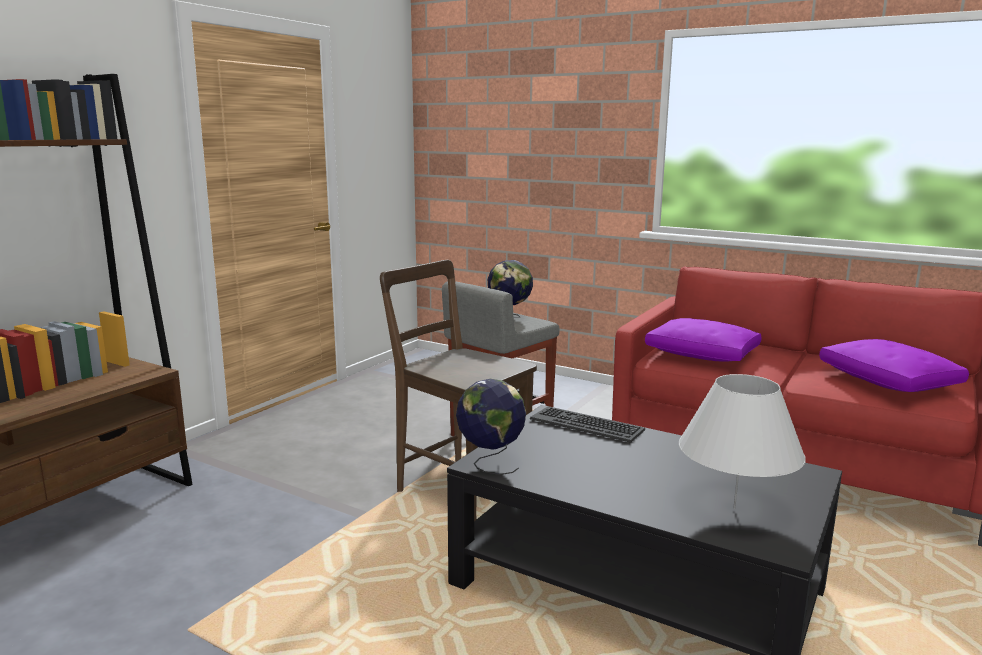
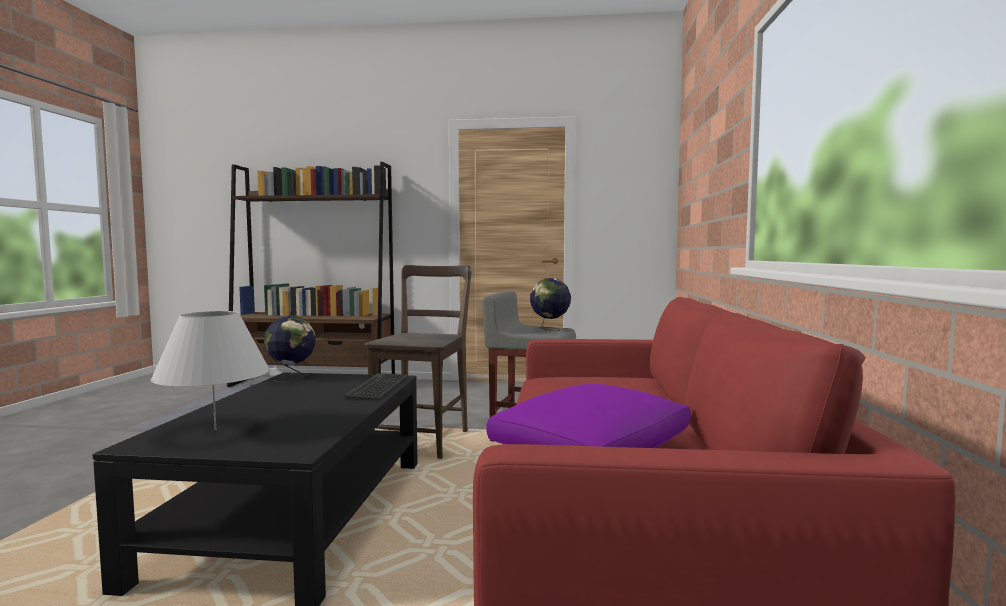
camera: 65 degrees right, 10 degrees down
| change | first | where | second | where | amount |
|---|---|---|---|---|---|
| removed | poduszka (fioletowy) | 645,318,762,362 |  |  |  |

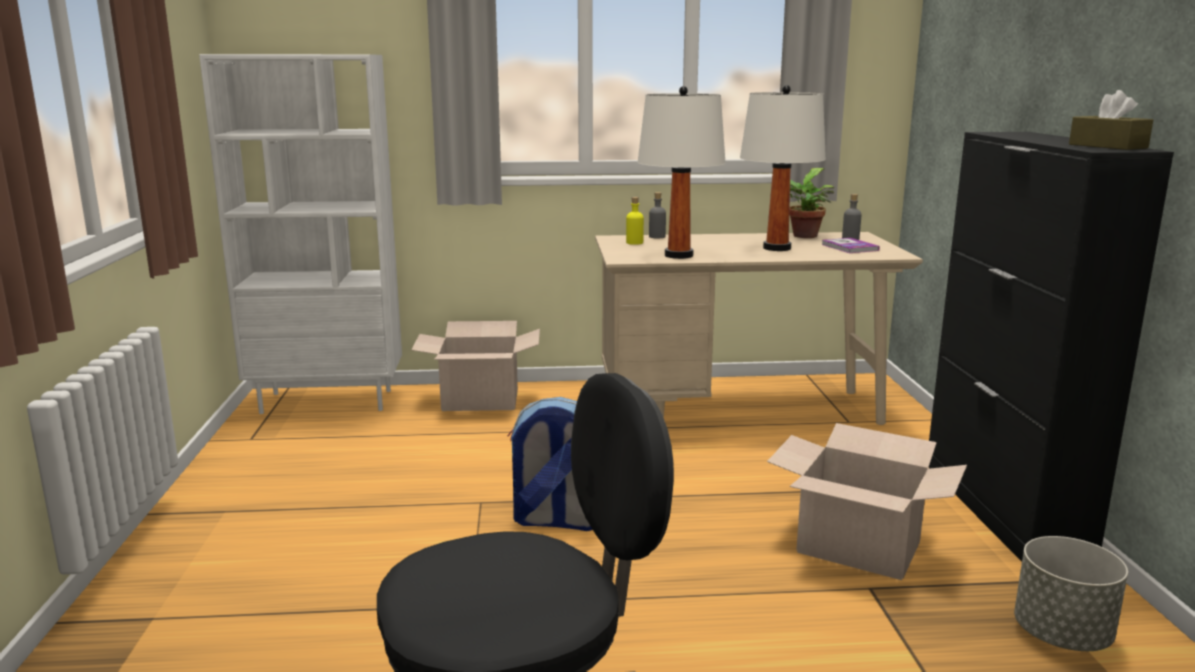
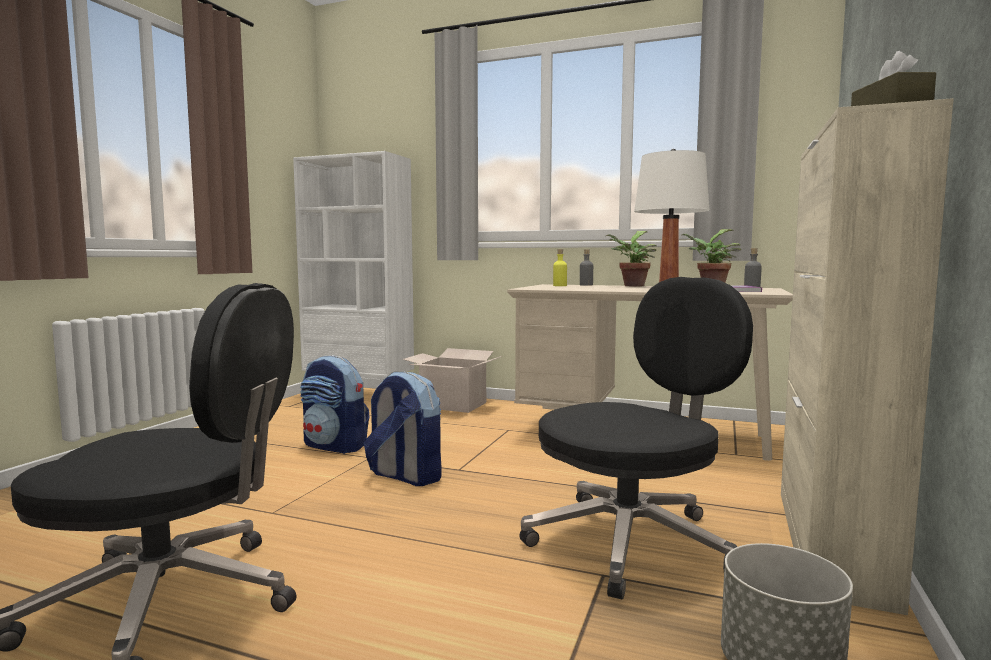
camera: 25 degrees right, 10 degrees down
| change | first | where | second | where | amount |
|---|---|---|---|---|---|
| added |  |  | plecak | 300,355,369,454 |  |
| replaced | karton | 767,423,967,580 | krzesło biurowe (czarny) | 519,277,753,600 |  |
| added |  |  | roślina doniczkowa | 606,231,656,287 |  |
| recoloured | szafka (czarny) | 929,132,1174,561 | szafka (beżowy) | 781,98,954,615 |  |
| removed | lampa stołowa (biały) | 638,86,726,259 |  |  |  |

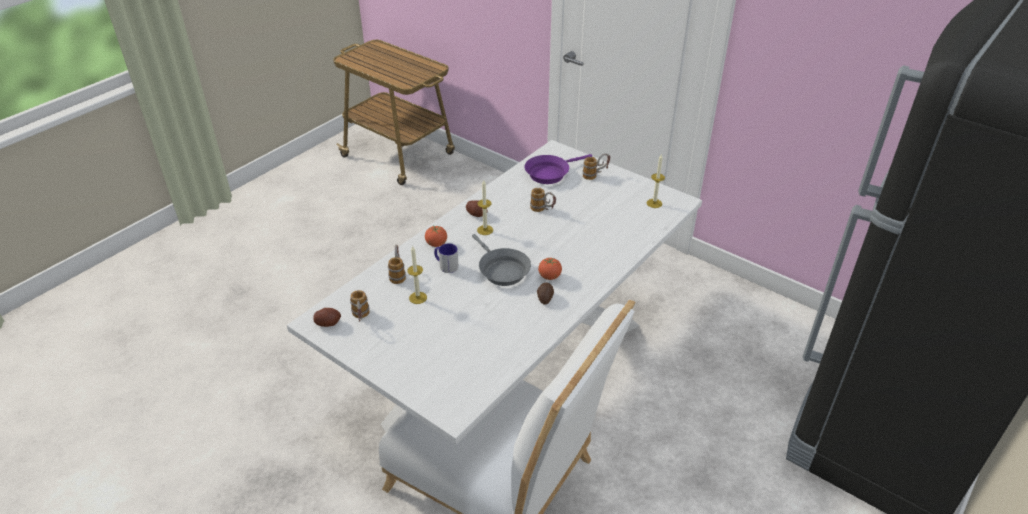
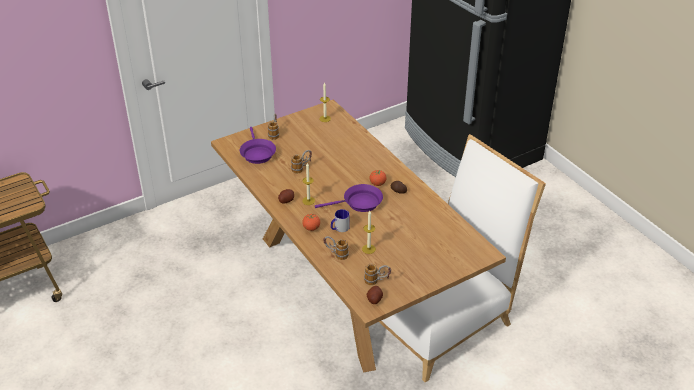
camera: 70 degrees left, 0 degrees up
| change | first | where | second | where | amount |
|---|---|---|---|---|---|
| recoloured | stół jadalny (biały) | 287,140,702,444 | stół jadalny (brązowy) | 211,100,506,372 |  |
| recoloured | patelnia (szary) | 472,234,531,286 | patelnia (fioletowy) | 315,184,383,212 |  |

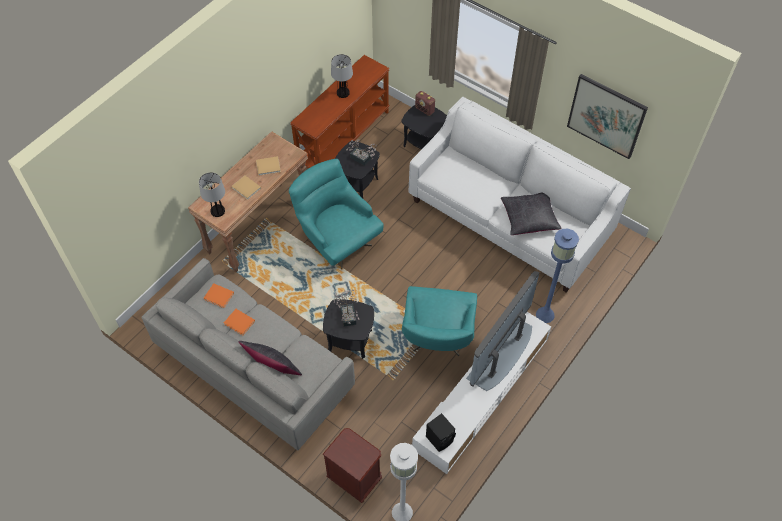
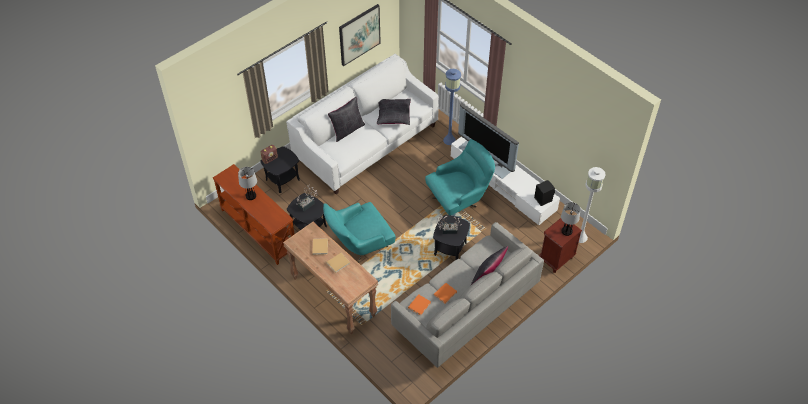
camera: 80 degrees left, 5 degrees down
| change | first | where | second | where | amount |
|---|---|---|---|---|---|
| added |  |  | poduszka (czarny) | 328,97,365,142 |  |
| turned | fotel (turkusowy) | 402,286,477,356 |  | 425,139,495,215 | 45 degrees counterclockwise |
| moved | lampa stołowa | 199,172,225,217 |  | 561,202,580,236 |  |

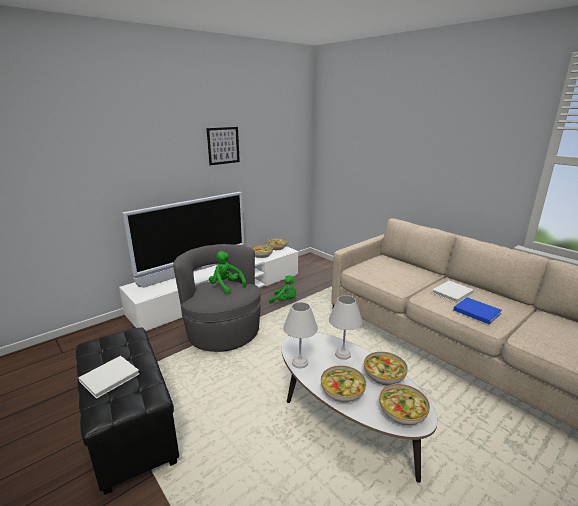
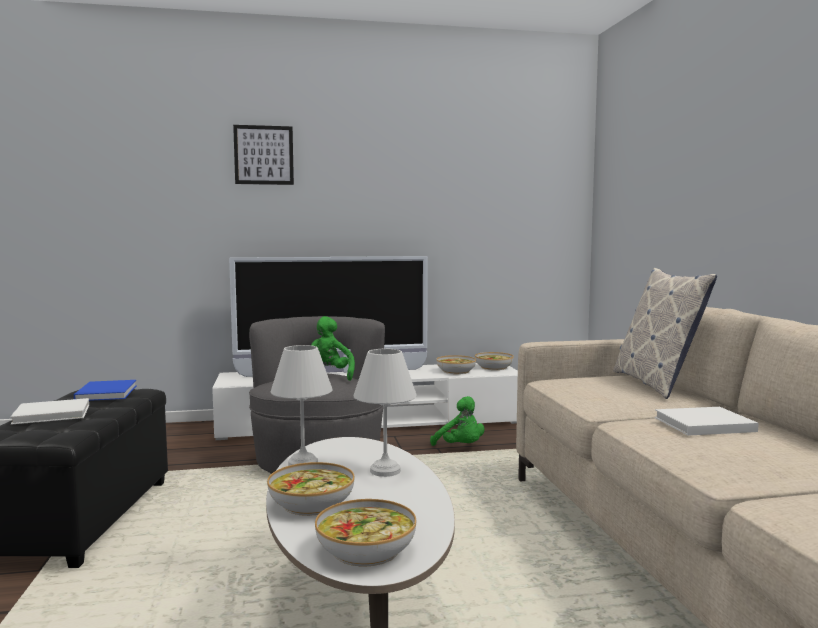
camera: 30 degrees right, 15 degrees down
| change | first | where | second | where | amount |
|---|---|---|---|---|---|
| moved | książka (niebieski) | 453,297,502,324 |  | 74,380,137,401 |  |
| moved | obraz | 206,127,240,165 |  | 233,125,294,185 |  |
| added |  |  | poduszka | 613,268,717,399 |  |
| removed | miska | 364,352,408,385 |  |  |  |

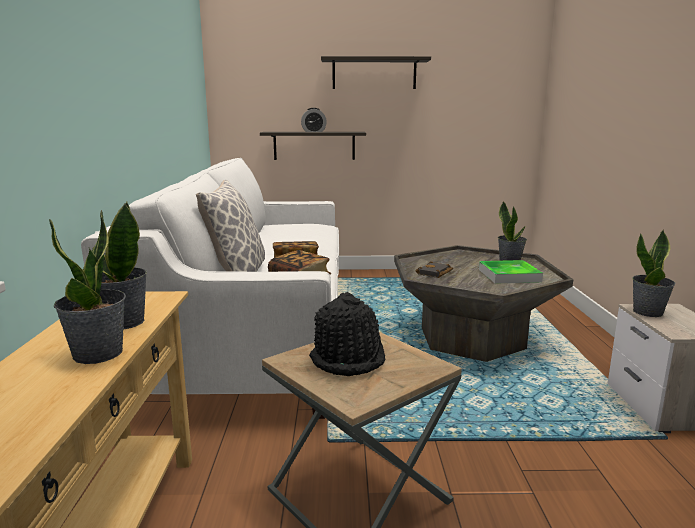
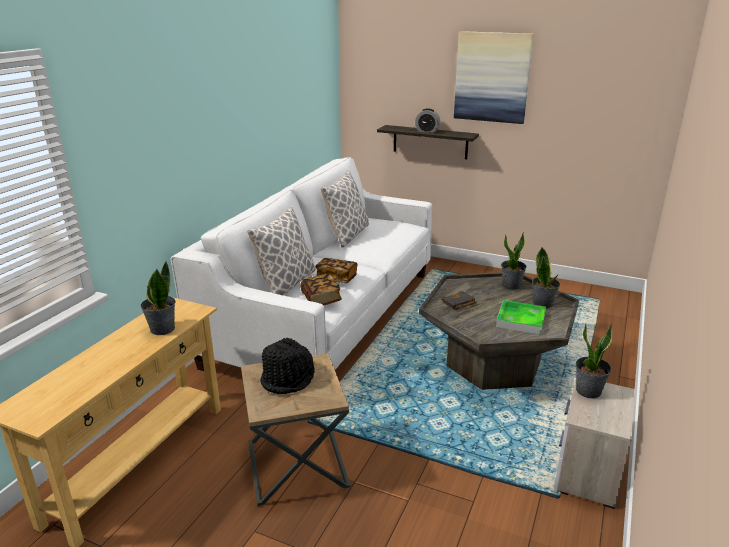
camera: 25 degrees right, 10 degrees up
| change | first | where | second | where | amount |
|---|---|---|---|---|---|
| added |  |  | poduszka | 320,170,369,248 |  |
| replaced | półka | 321,56,431,89 | obraz | 454,31,534,124 |  |
| moved | roślina doniczkowa | 49,210,126,364 |  | 501,232,527,290 |  |

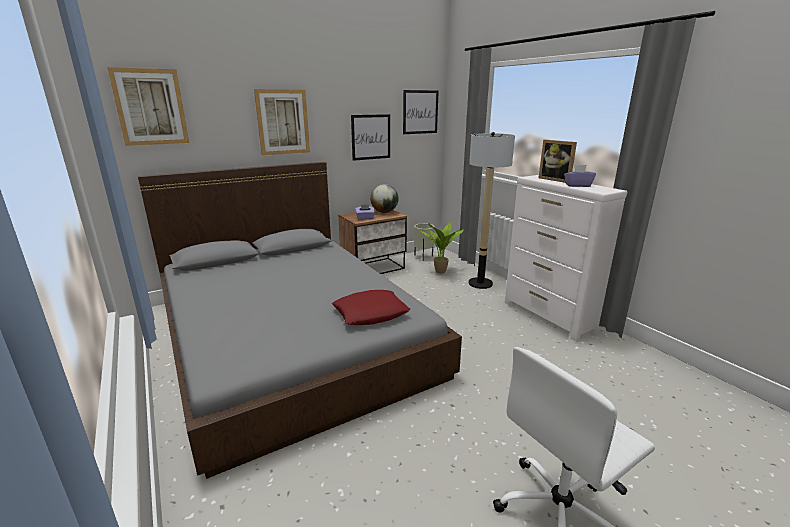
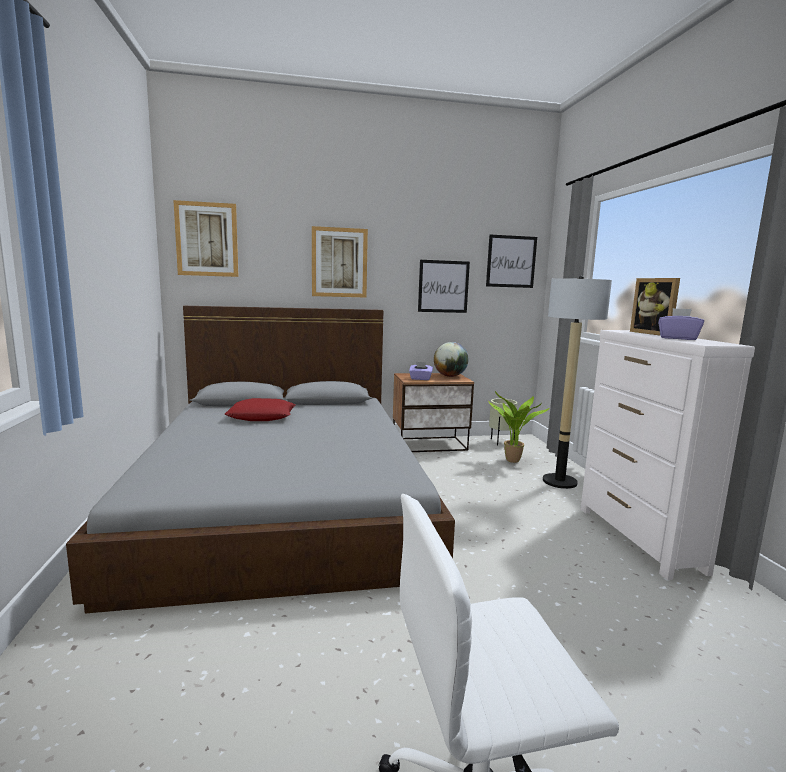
camera: 20 degrees right, 10 degrees down
| change | first | where | second | where | amount |
|---|---|---|---|---|---|
| moved | poduszka (czerwony) | 332,290,410,325 |  | 225,398,296,421 |  |

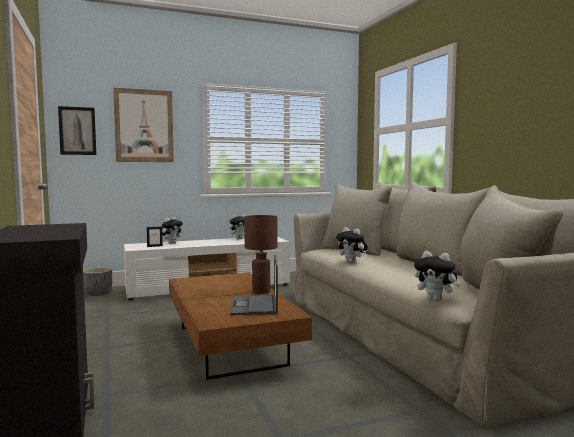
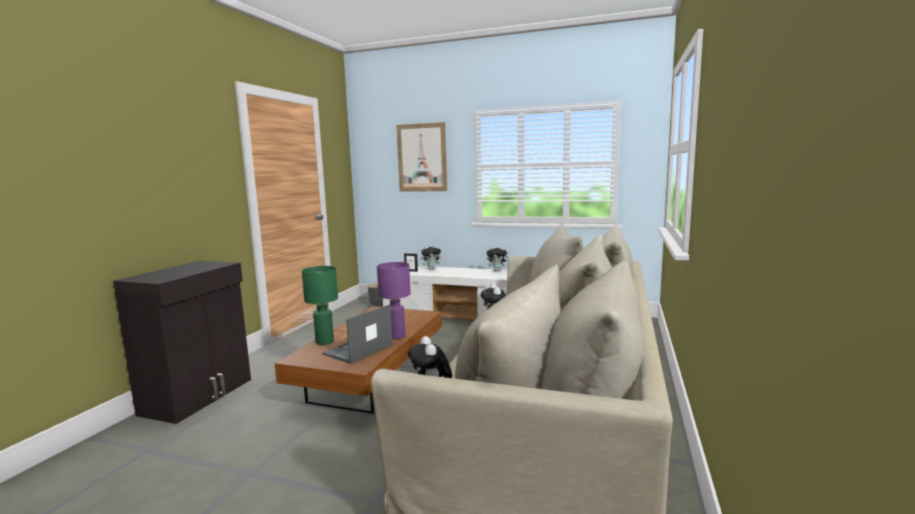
camera: 40 degrees right, 5 degrees up
| change | first | where | second | where | amount |
|---|---|---|---|---|---|
| added |  |  | lampa stołowa (zielony) | 302,266,338,345 |  |
| recoloured | lampa stołowa (brązowy) | 244,215,278,294 | lampa stołowa (fioletowy) | 377,262,411,339 |  |
| removed | obraz | 58,106,96,155 |  |  |  |

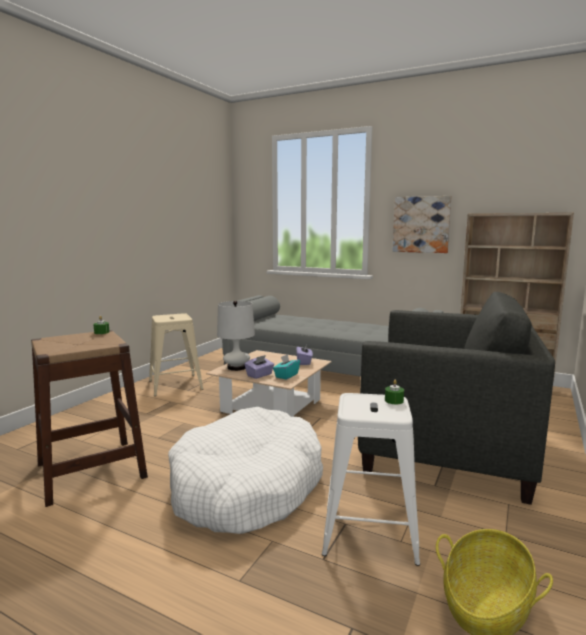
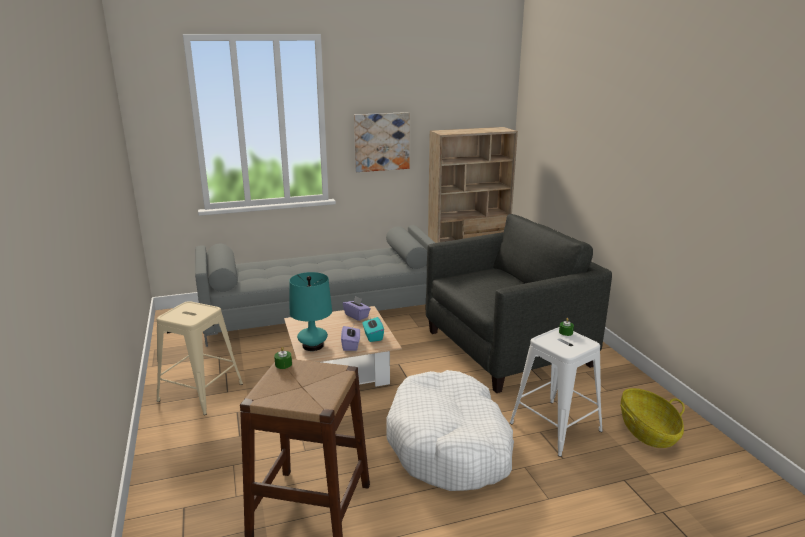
camera: 45 degrees left, 10 degrees up
| change | first | where | second | where | amount |
|---|---|---|---|---|---|
| recoloured | lampa stołowa (biały) | 217,301,255,371 | lampa stołowa (turkusowy) | 289,272,332,351 |  |

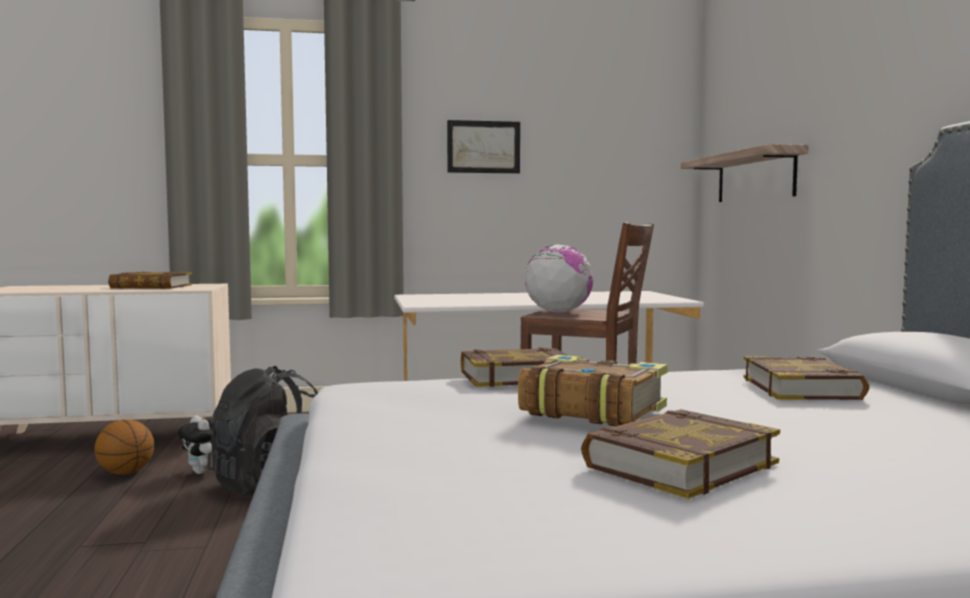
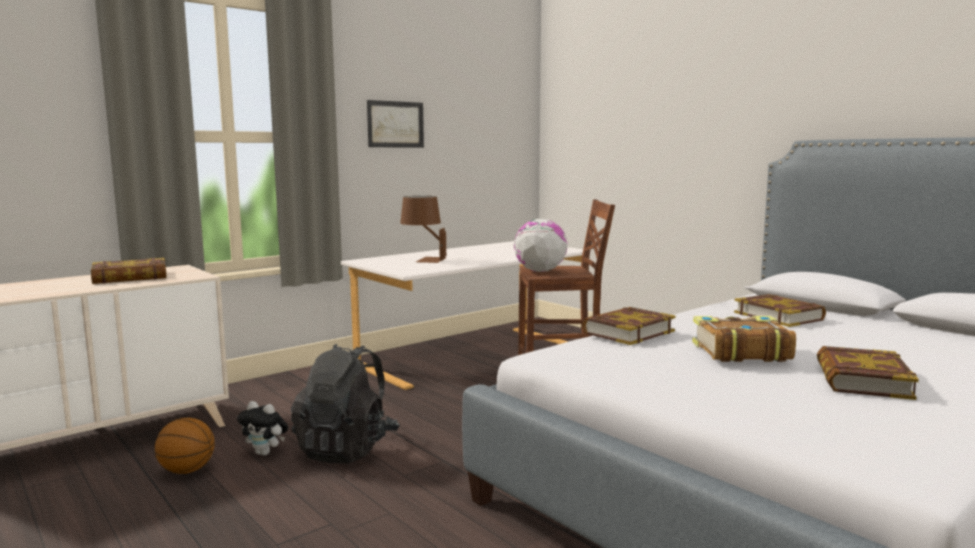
camera: 30 degrees left, 5 degrees up
| change | first | where | second | where | amount |
|---|---|---|---|---|---|
| added |  |  | lampa stołowa (brązowy) | 400,196,447,263 |  |
| removed | półka | 681,144,809,202 |  |  |  |

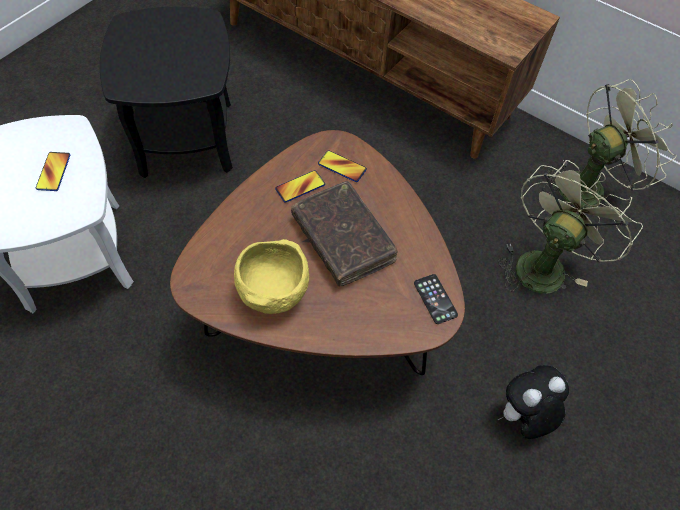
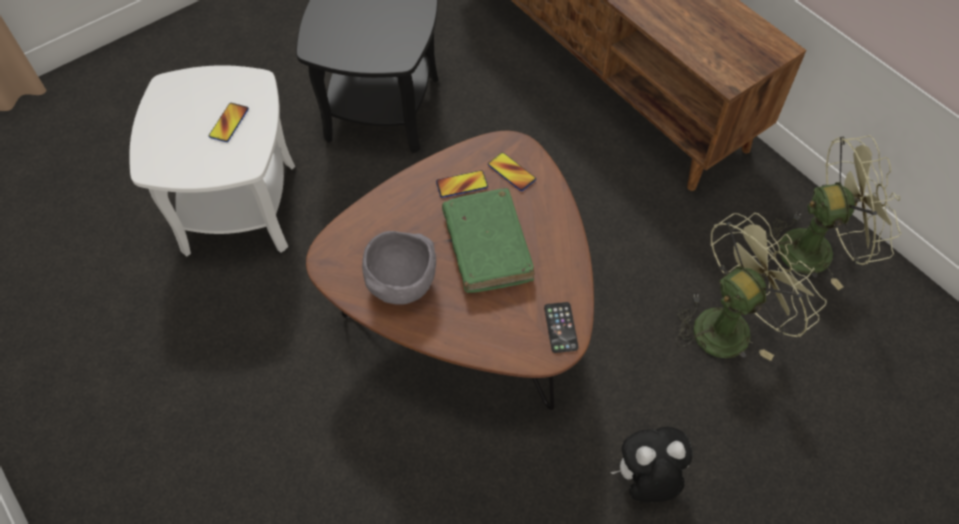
camera: 20 degrees right, 0 degrees up
| change | first | where | second | where | amount |
|---|---|---|---|---|---|
| recoloured | miska (żółty) | 234,239,309,314 | miska (szary) | 362,231,436,305 |  |
| recoloured | książka (brązowy) | 291,181,398,287 | książka (zielony) | 442,188,535,293 |  |

